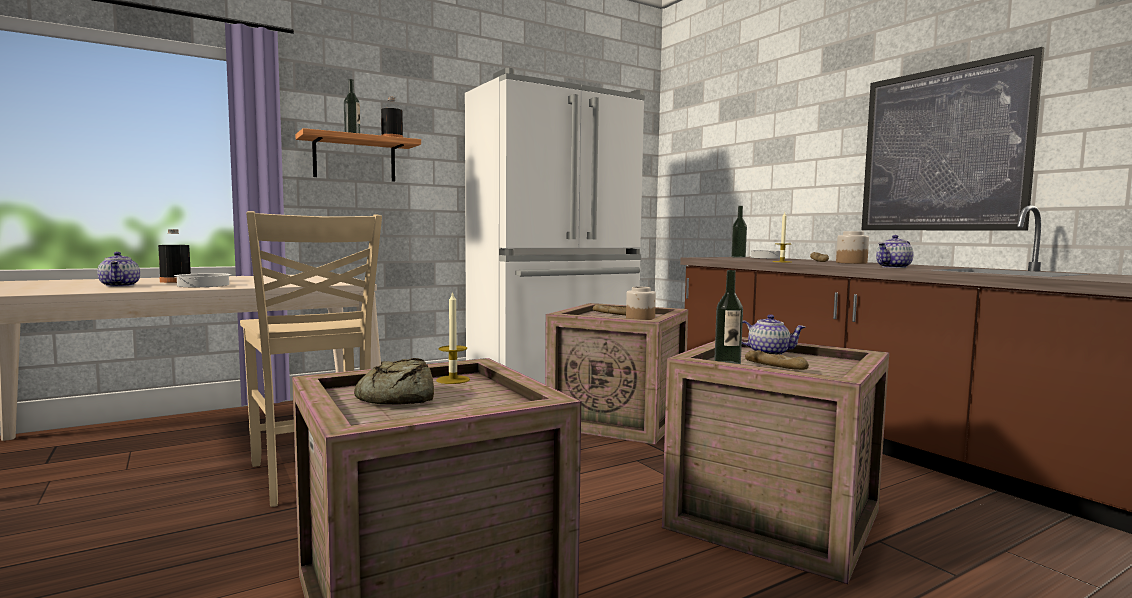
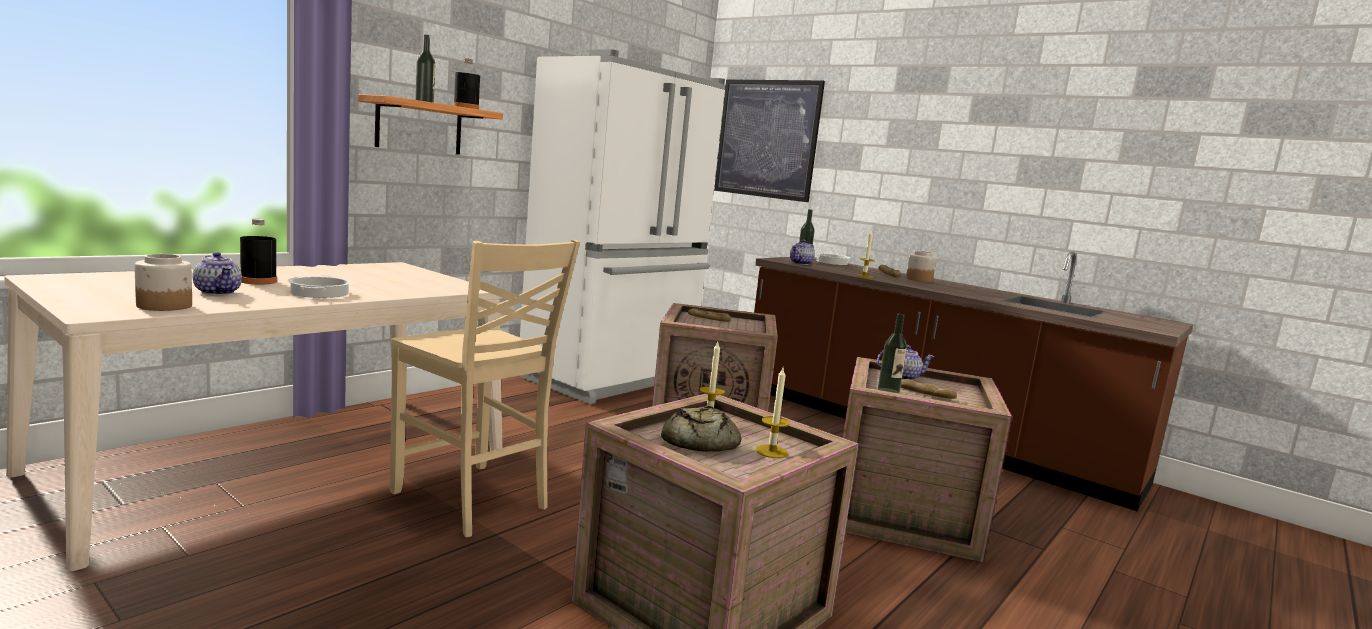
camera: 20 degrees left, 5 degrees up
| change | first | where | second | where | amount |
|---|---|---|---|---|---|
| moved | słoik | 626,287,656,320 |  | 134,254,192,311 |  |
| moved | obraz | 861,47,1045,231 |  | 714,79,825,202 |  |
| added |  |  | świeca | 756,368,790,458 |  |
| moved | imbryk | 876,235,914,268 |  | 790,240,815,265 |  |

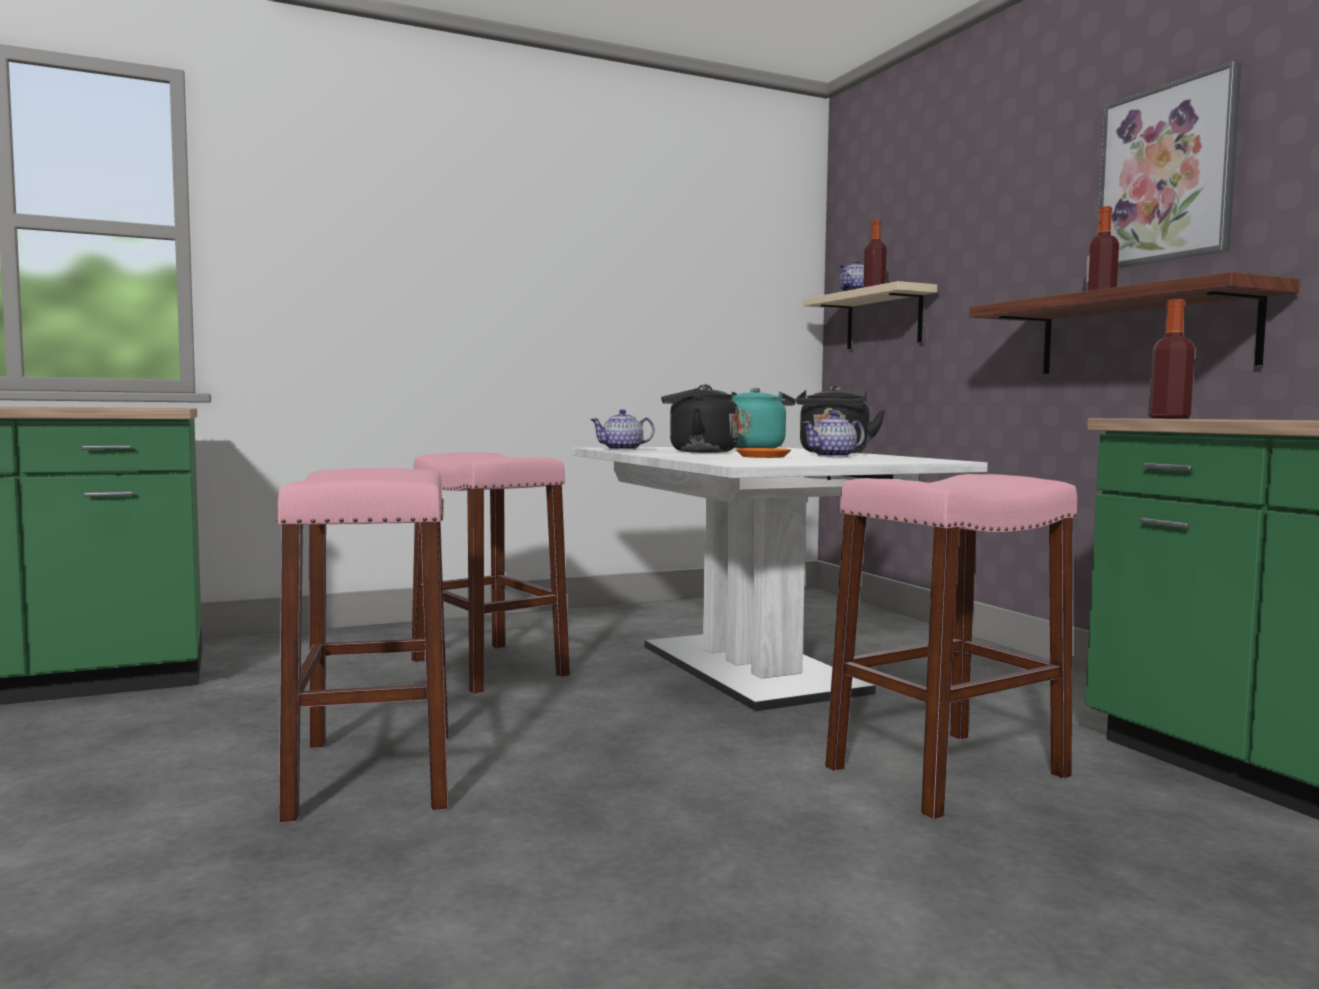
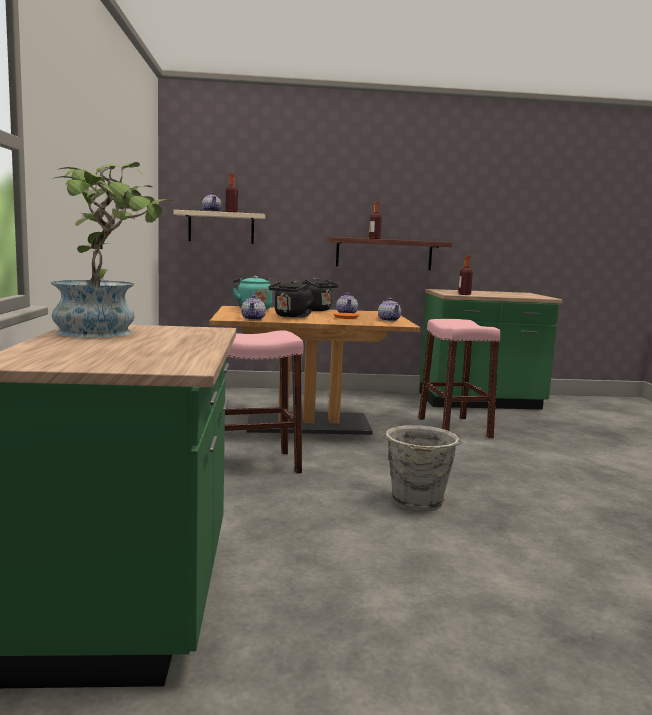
camera: 70 degrees left, 5 degrees up
| change | first | where | second | where | amount |
|---|---|---|---|---|---|
| added |  |  | roślina doniczkowa | 51,162,173,338 |  |
| recoloured | stół jadalny (biały) | 571,447,988,711 | stół jadalny (brązowy) | 209,306,421,435 |  |
| added |  |  | imbryk | 378,298,401,321 |  |
| replaced | stołek (różowy) | 276,468,448,823 | wiadro (szary) | 382,425,462,512 |  |
| removed | obraz | 1099,61,1241,268 |  |  |  |

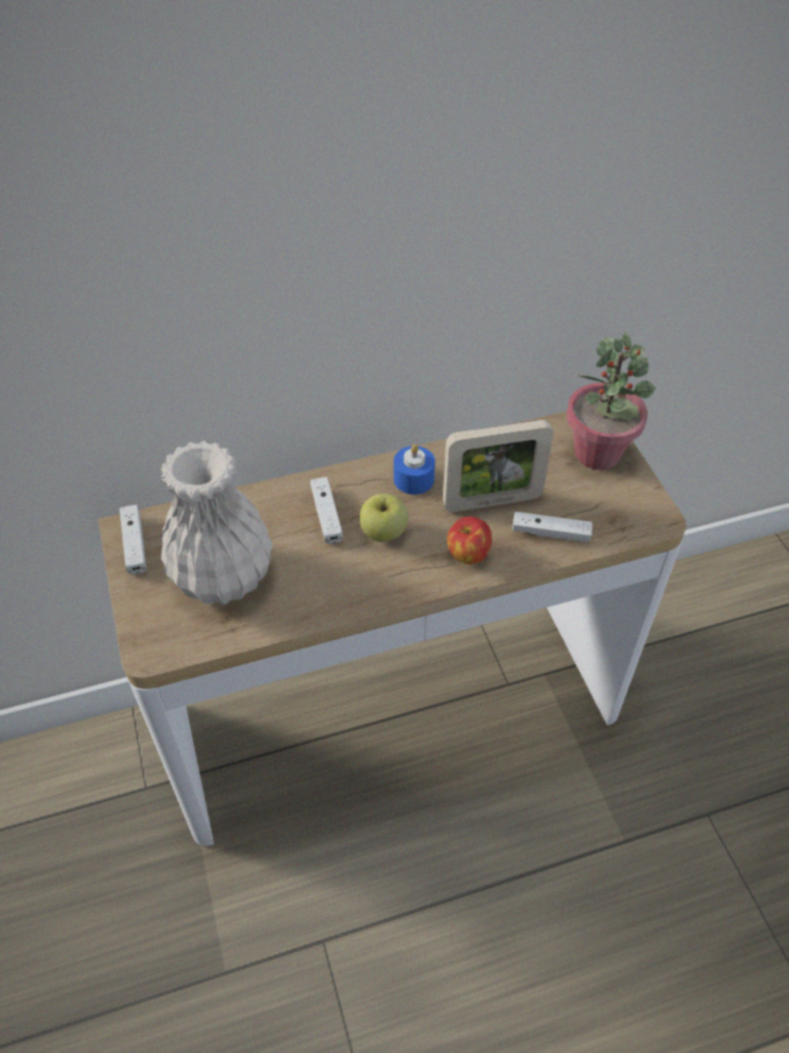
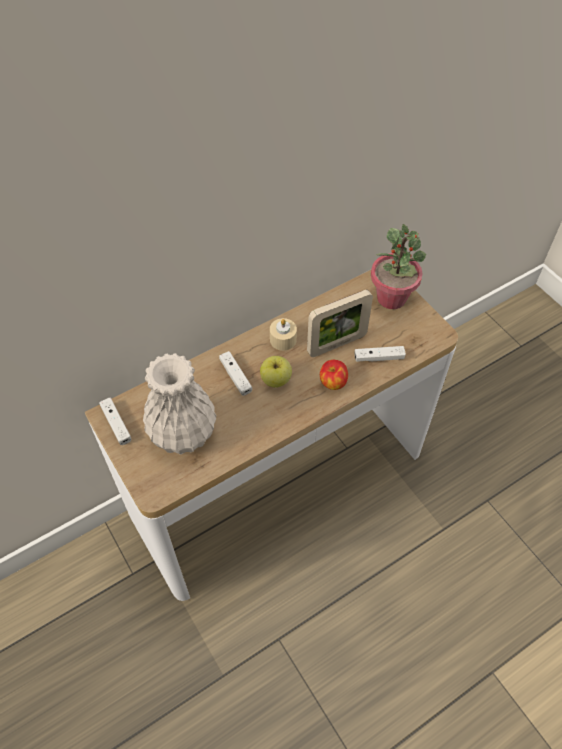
camera: 15 degrees left, 5 degrees up
| change | first | where | second | where | amount |
|---|---|---|---|---|---|
| recoloured | świeca (niebieski) | 394,444,435,495 | świeca (beżowy) | 270,318,297,351 |  |

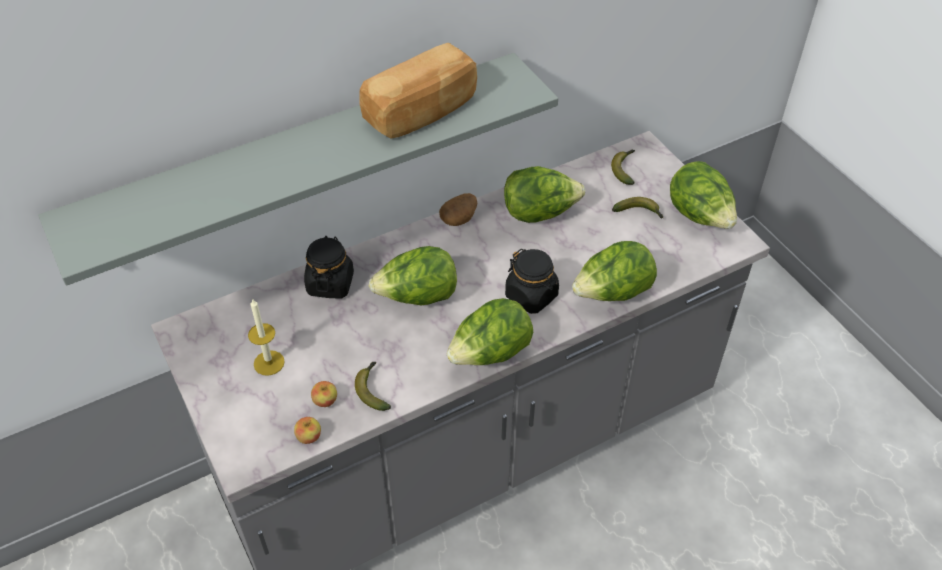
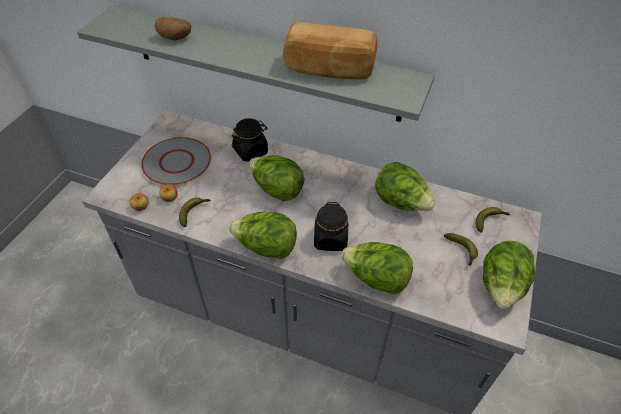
camera: 50 degrees right, 0 degrees up
| change | first | where | second | where | amount |
|---|---|---|---|---|---|
| replaced | świeca | 248,298,285,376 | talerz (szary) | 141,137,211,185 |  |
| moved | ziemniak | 439,193,477,226 |  | 155,17,191,41 |  |

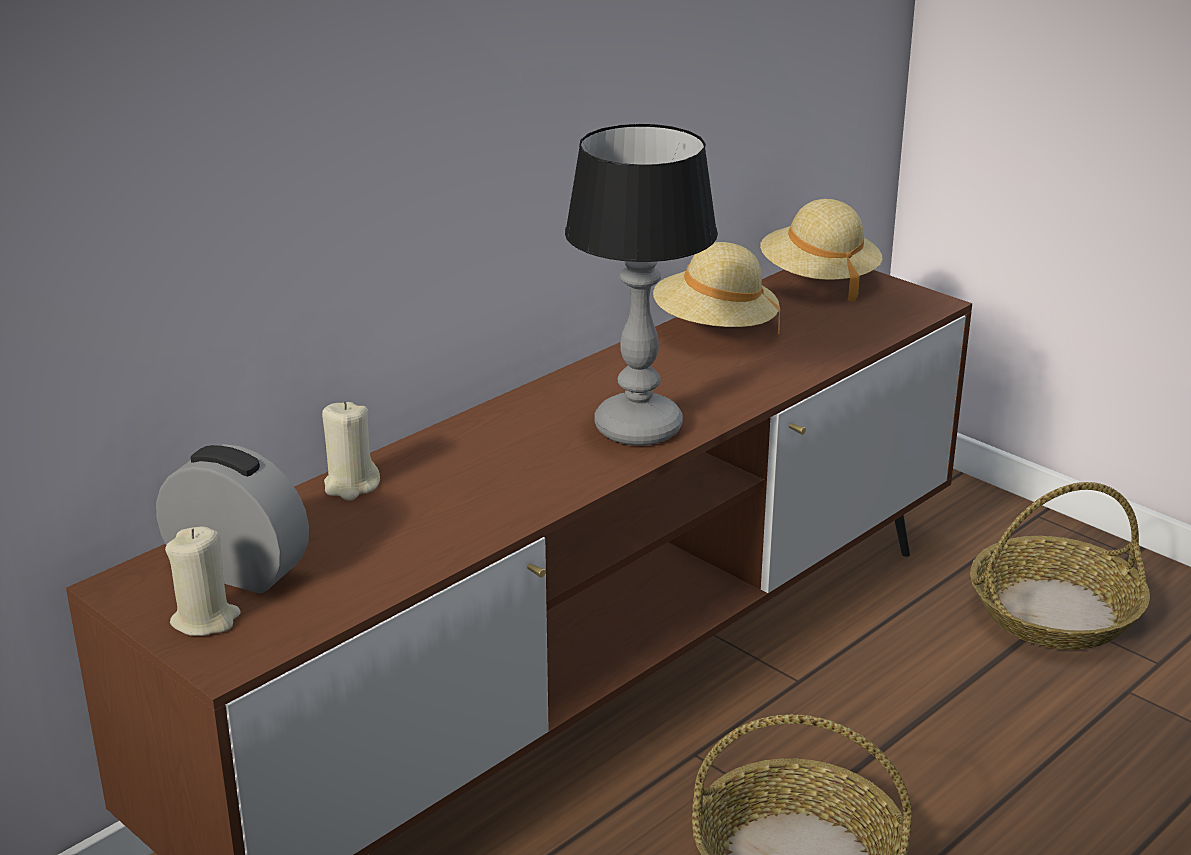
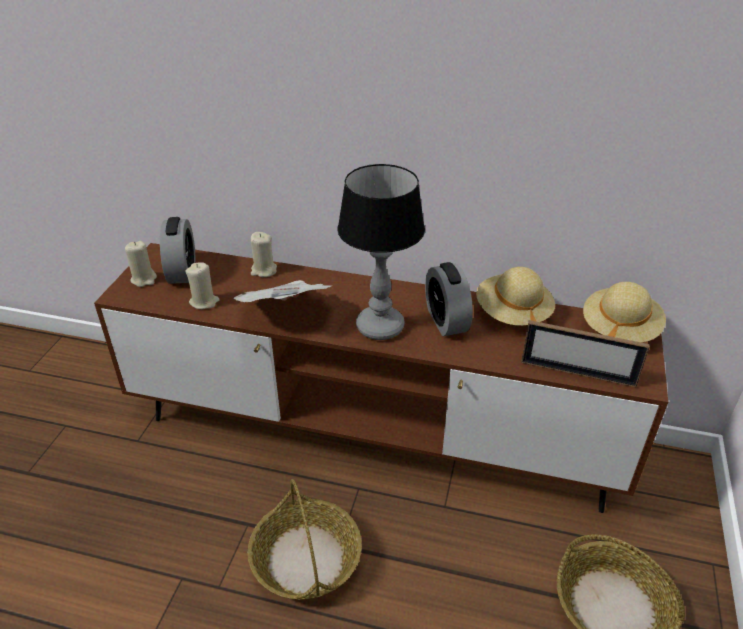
camera: 60 degrees right, 10 degrees up
| change | first | where | second | where | amount |
|---|---|---|---|---|---|
| added |  |  | świeca (beżowy) | 185,262,220,309 |  |
| added |  |  | gazeta | 233,280,330,302 |  |
| added |  |  | budzik | 425,262,473,336 |  |
| added |  |  | ramka na zdjęcie | 521,320,650,387 |  |

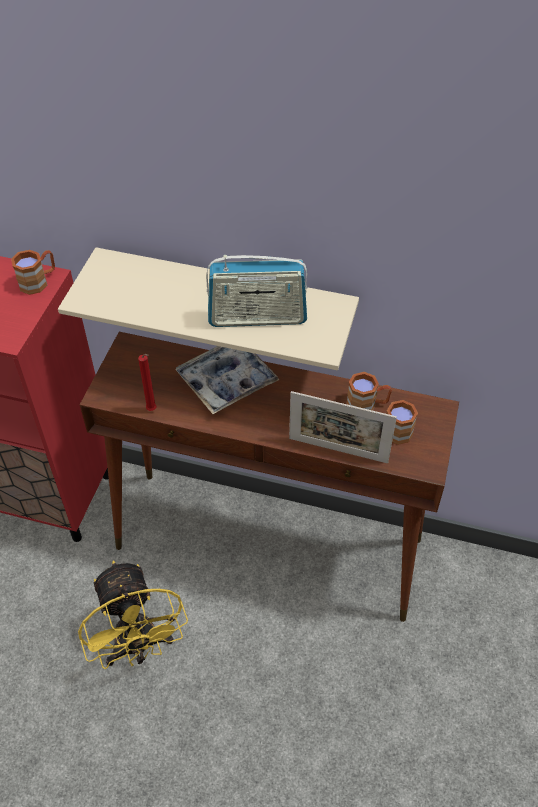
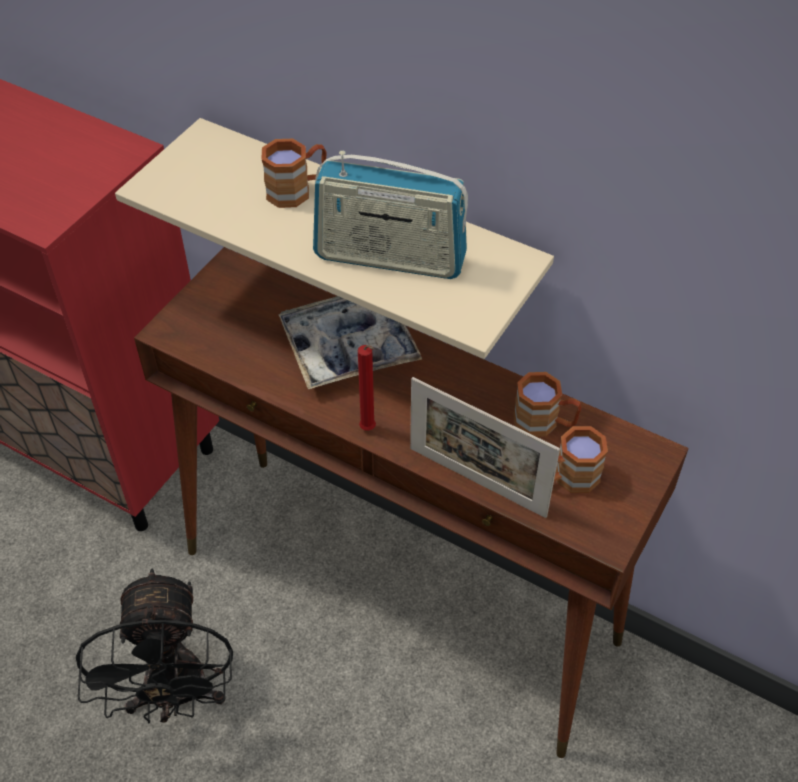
camera: 15 degrees right, 0 degrees up
| change | first | where | second | where | amount |
|---|---|---|---|---|---|
| recoloured | wentylator (żółty) | 78,561,188,669 | wentylator (czarny) | 76,569,233,724 |  |
| moved | kubek (brązowy) | 11,250,55,295 |  | 261,139,327,208 |  |
| moved | świeca (czerwony) | 138,354,156,411 |  | 358,345,376,431 |  |

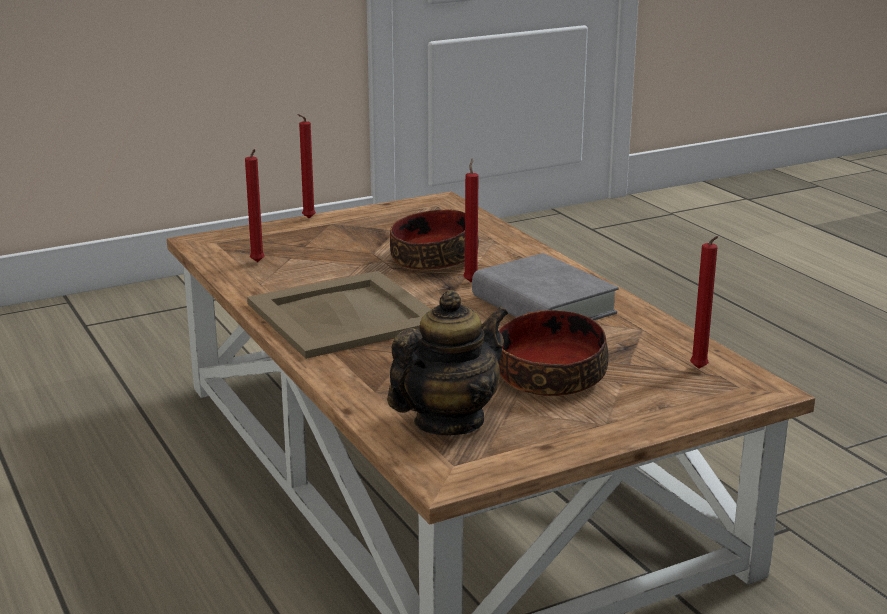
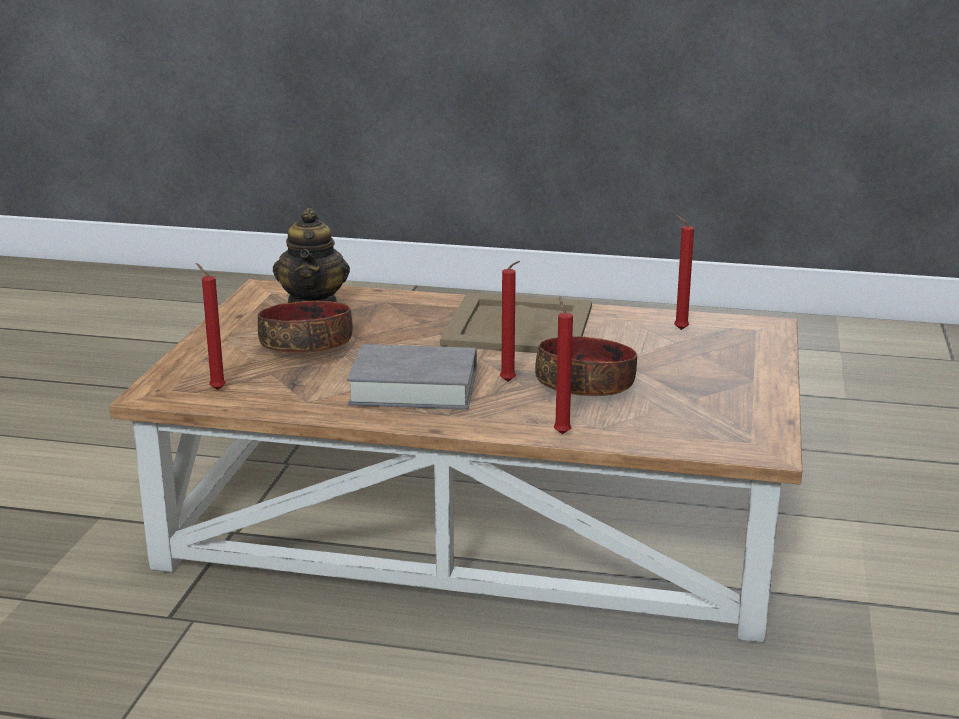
camera: 130 degrees right, 0 degrees up
| change | first | where | second | where | amount |
|---|---|---|---|---|---|
| moved | świeca (czerwony) | 297,114,316,218 |  | 554,296,573,434 |  |

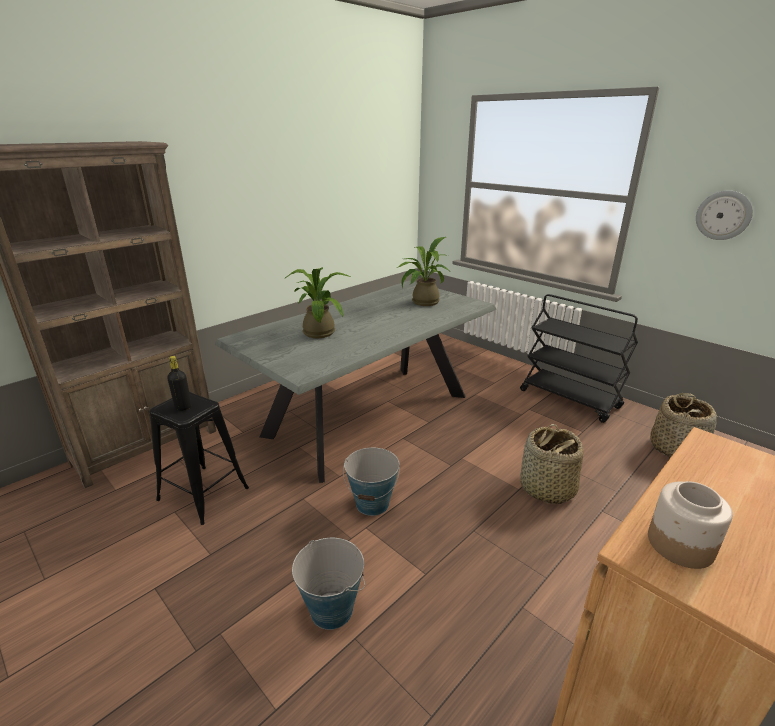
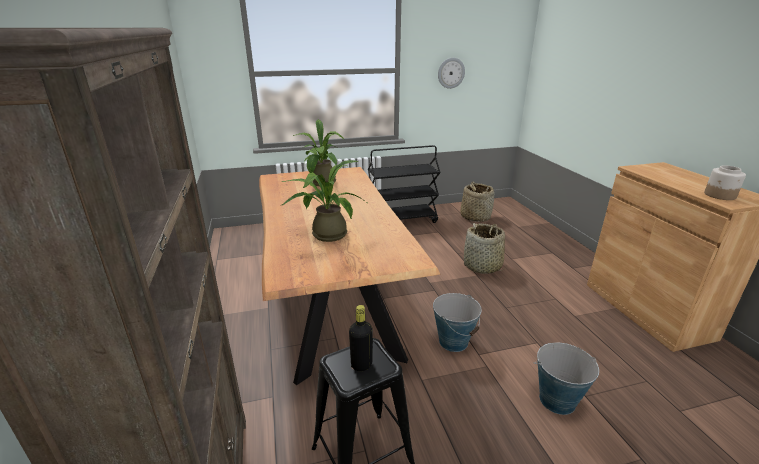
camera: 60 degrees left, 0 degrees up
| change | first | where | second | where | amount |
|---|---|---|---|---|---|
| recoloured | stół jadalny (szary) | 215,281,496,483 | stół jadalny (brązowy) | 259,167,440,386 |  |

